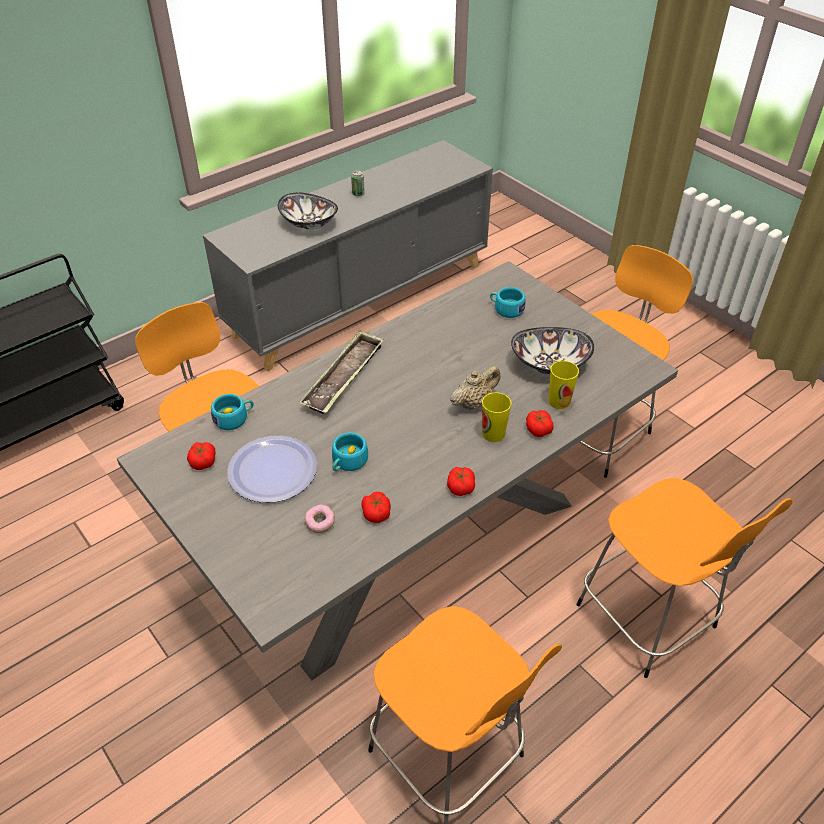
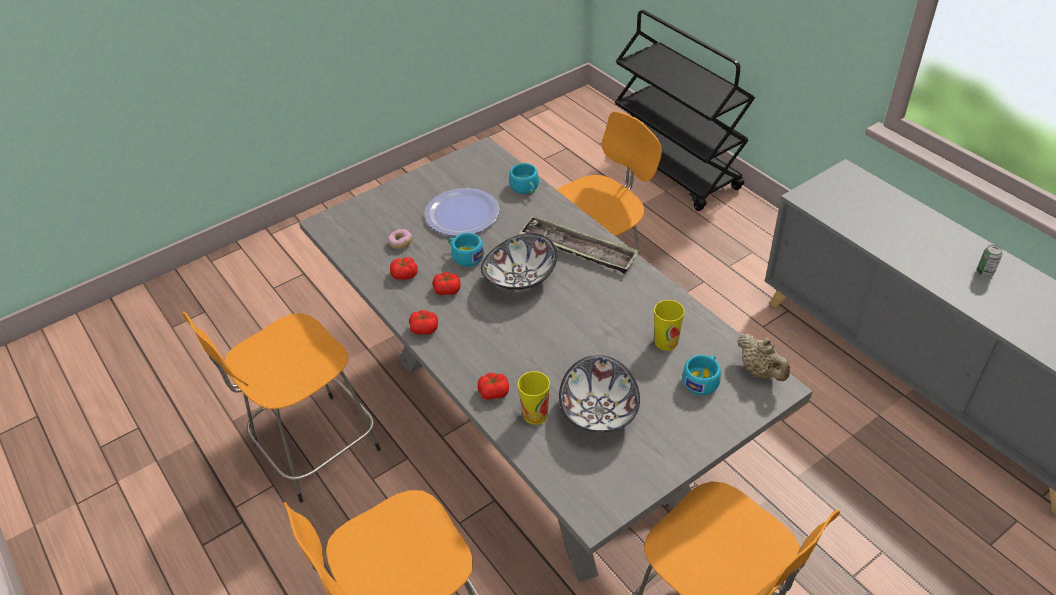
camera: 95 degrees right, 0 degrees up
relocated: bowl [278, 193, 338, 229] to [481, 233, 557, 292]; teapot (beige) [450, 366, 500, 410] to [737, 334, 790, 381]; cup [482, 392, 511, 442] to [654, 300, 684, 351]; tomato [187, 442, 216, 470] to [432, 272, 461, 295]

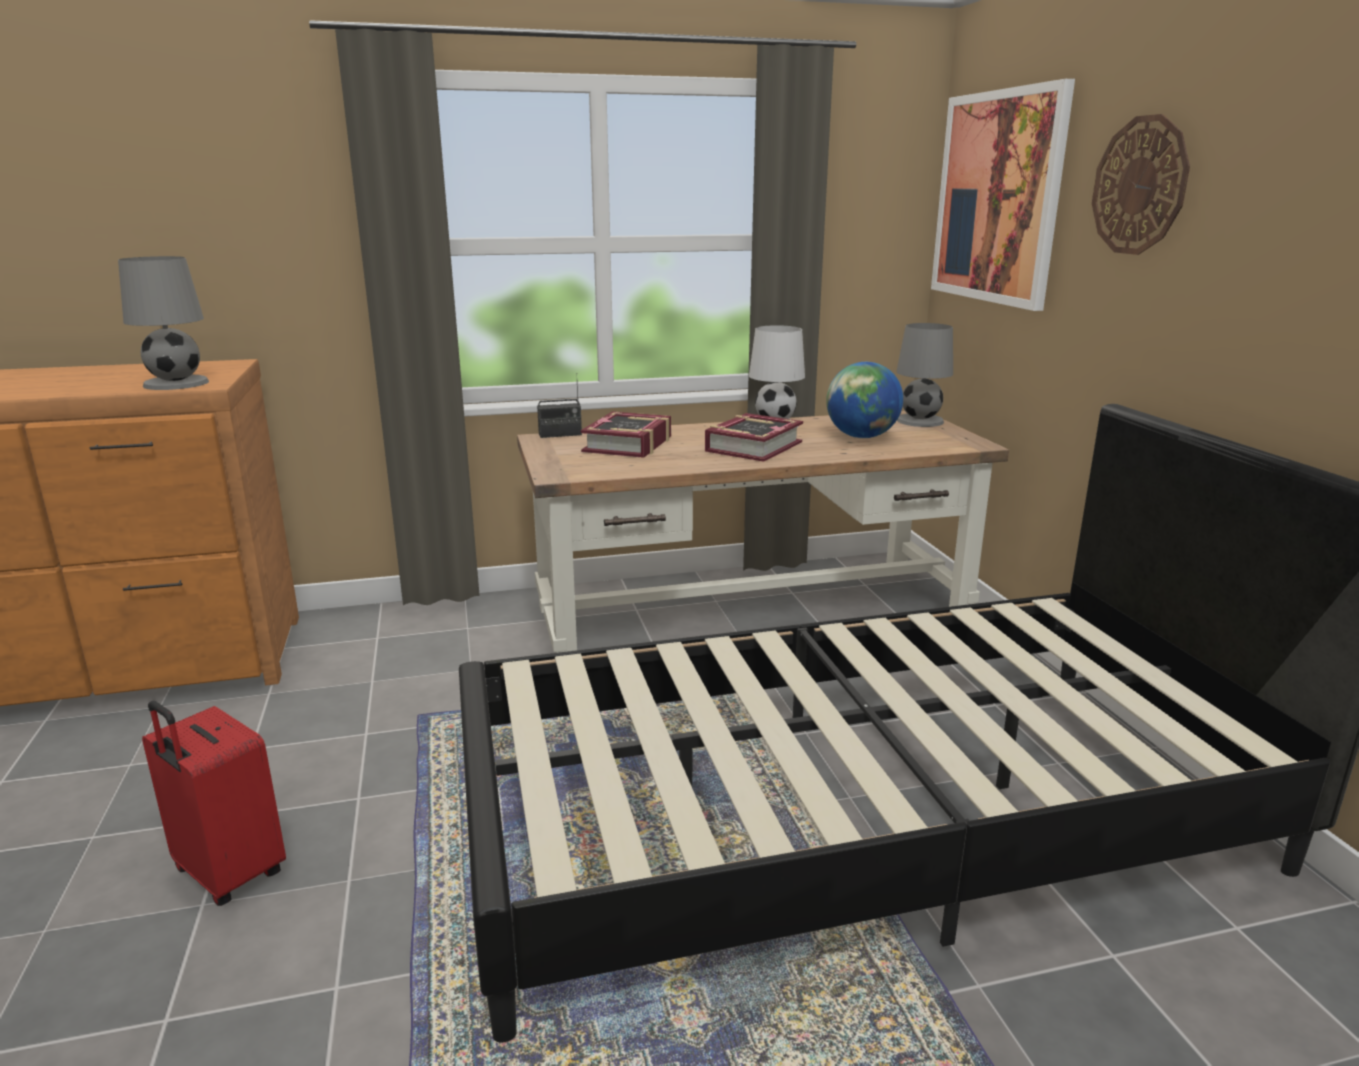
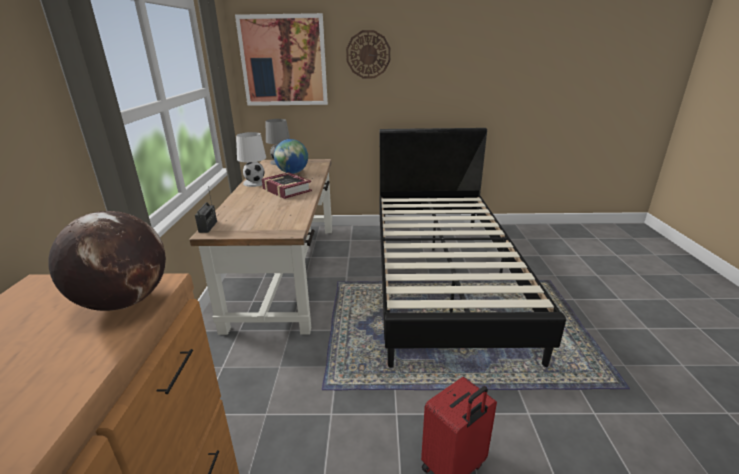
camera: 75 degrees left, 5 degrees up
missing: book [581, 411, 671, 458]
exchanged: table lamp (grey) [118, 256, 209, 390] to globe [48, 211, 166, 311]

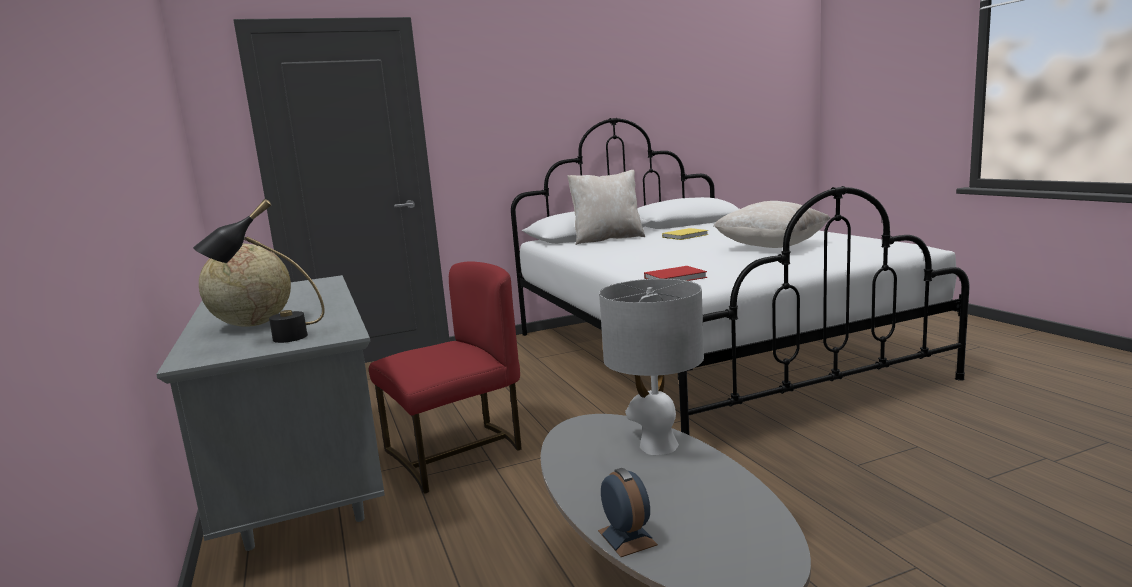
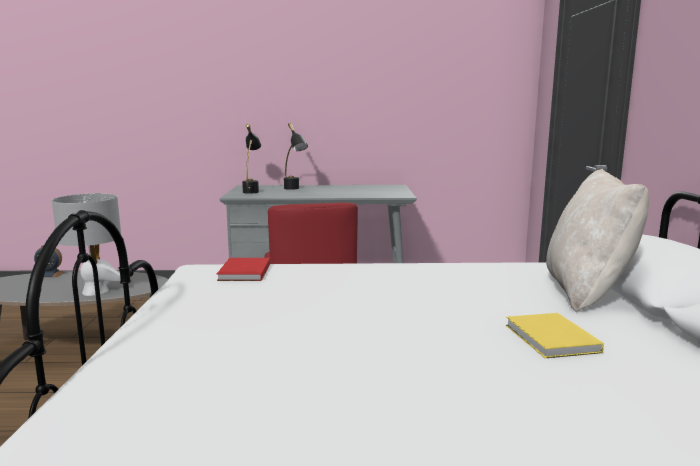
camera: 110 degrees right, 0 degrees up
missing: pillow (beige) [713, 201, 831, 248]
exchanged: globe [199, 244, 291, 327] to table lamp (black) [284, 123, 308, 190]

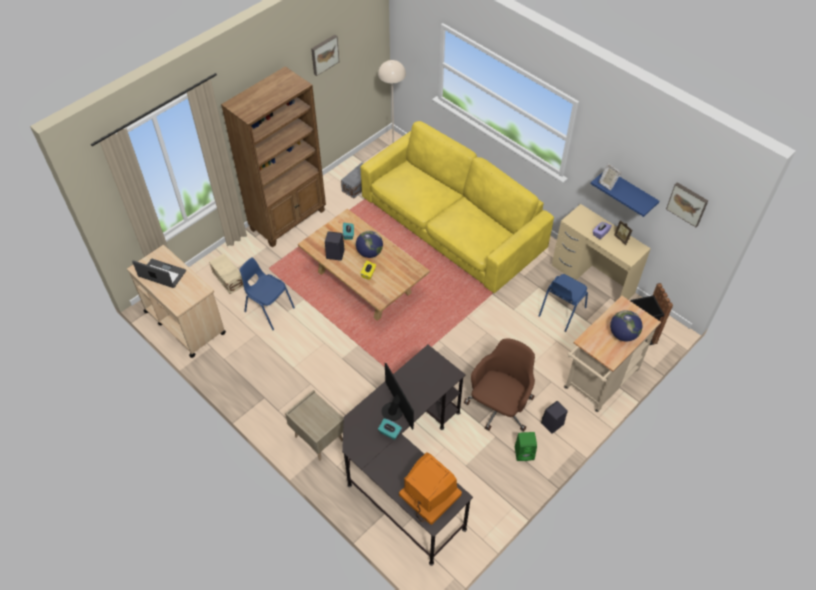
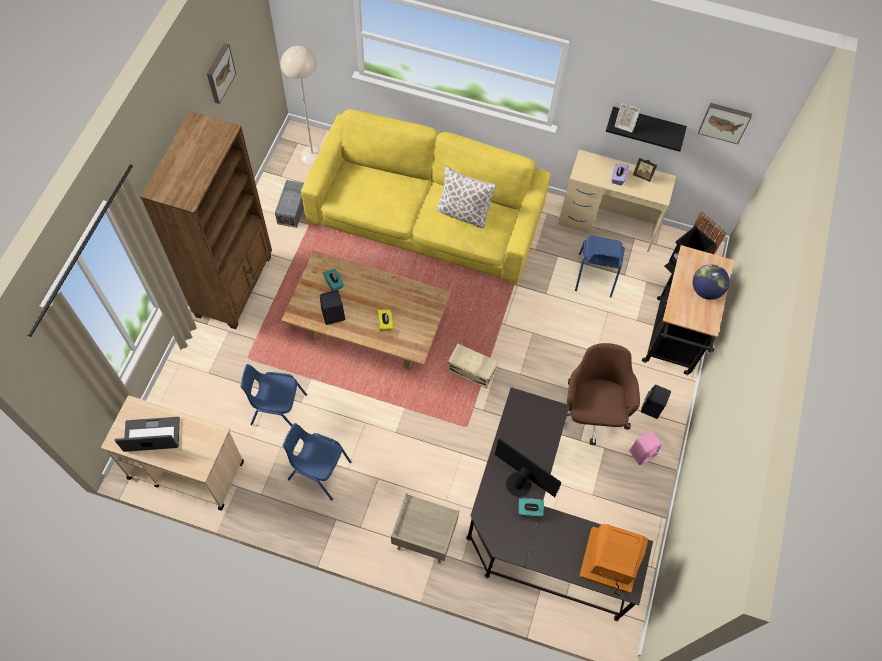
camera: 30 degrees left, 10 degrees up
missing: globe [356, 231, 383, 258]
appeared: pillow [436, 166, 496, 229]; chair (blue) [283, 423, 351, 500]
relocated: storage box (beige) [209, 254, 244, 294] to [447, 343, 498, 388]
colour: shelf (blue) [591, 172, 660, 217] to shelf (black) [606, 107, 687, 152]; cart (beige) [564, 296, 661, 412] to cart (black) [642, 245, 734, 375]; speaker (green) [515, 432, 537, 461] to speaker (pink) [629, 430, 662, 465]

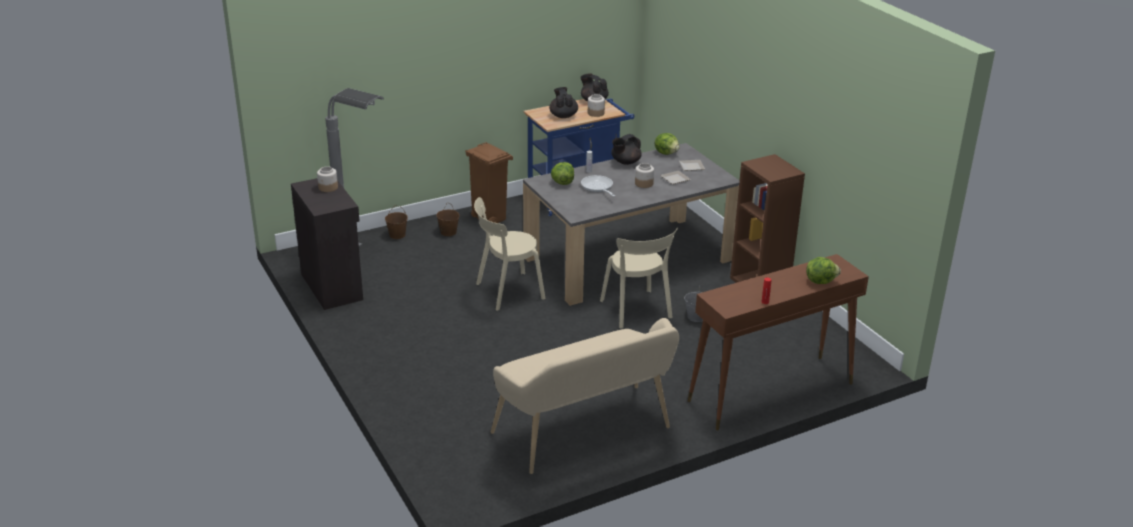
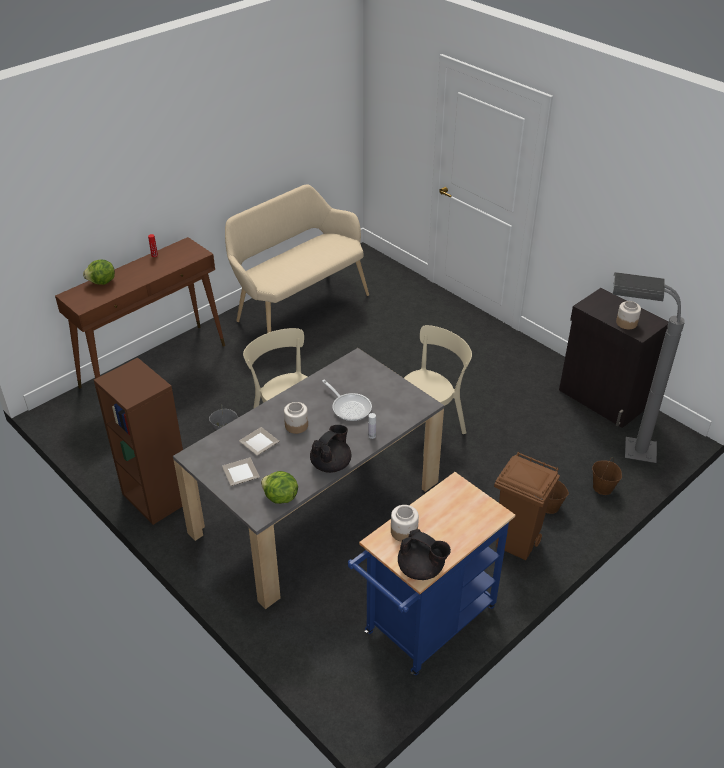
camera: 165 degrees right, 10 degrees up
missing: teapot (black) [549, 87, 578, 118]; lettuce [551, 162, 574, 185]

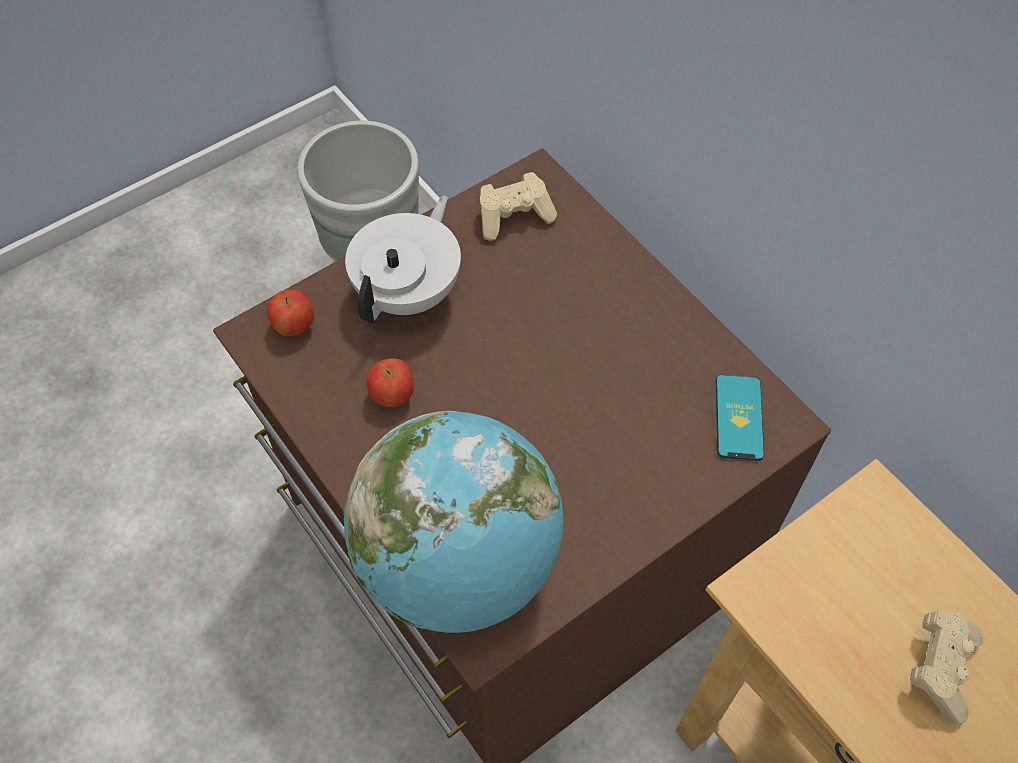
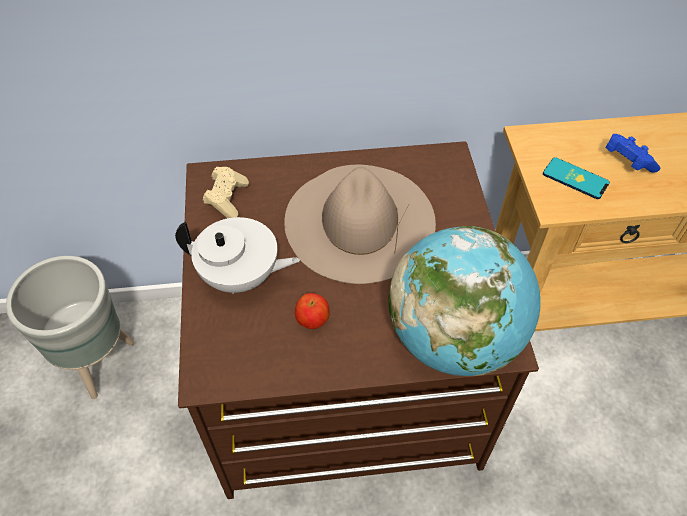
camera: 60 degrees left, 5 degrees down
missing: apple [267, 289, 314, 336]
appeared: hat (beige) [284, 165, 436, 284]
relocated: phone [716, 375, 764, 461] to [543, 157, 610, 199]
colour: game controller (beige) [910, 611, 983, 725] to game controller (blue) [606, 134, 660, 173]
spun: teapot (white) [345, 195, 461, 323] = [175, 217, 300, 294] 135 degrees clockwise

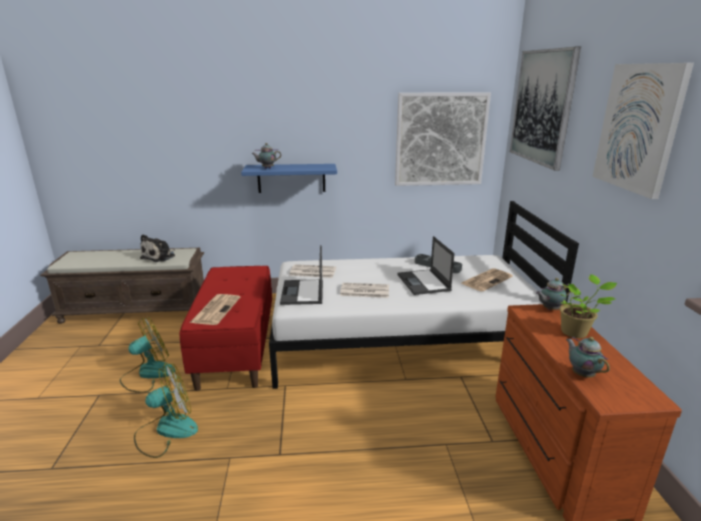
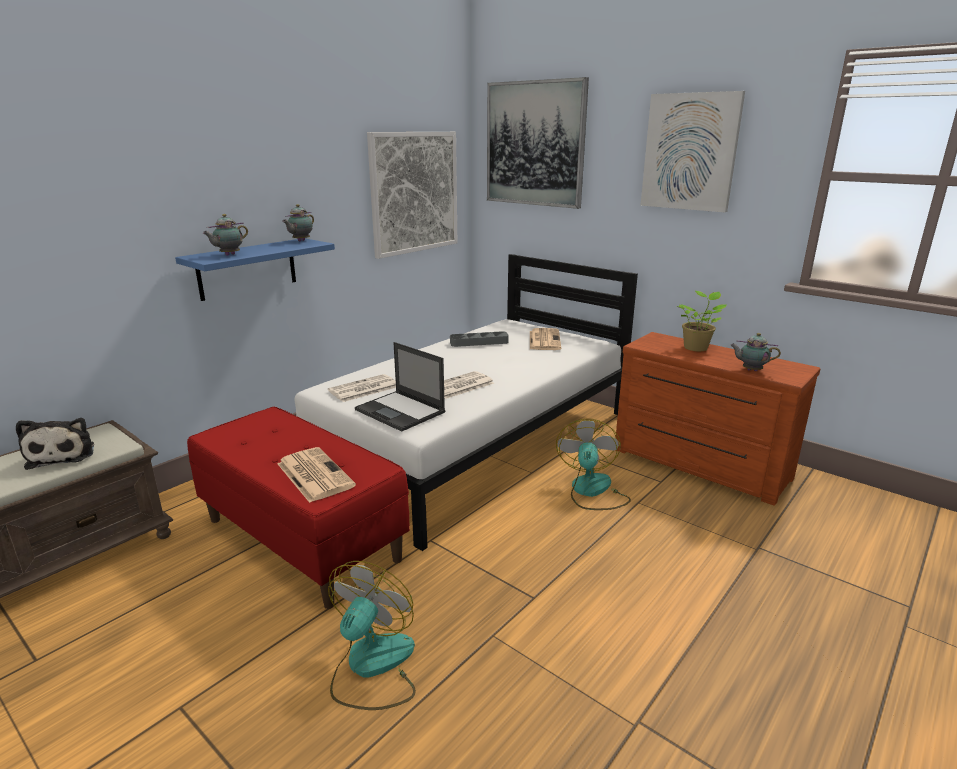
camera: 45 degrees left, 0 degrees up
missing: laptop [397, 236, 455, 295]
relocated: teapot [536, 278, 571, 310] to [282, 204, 314, 241]; fan [120, 317, 176, 393] to [556, 419, 631, 510]

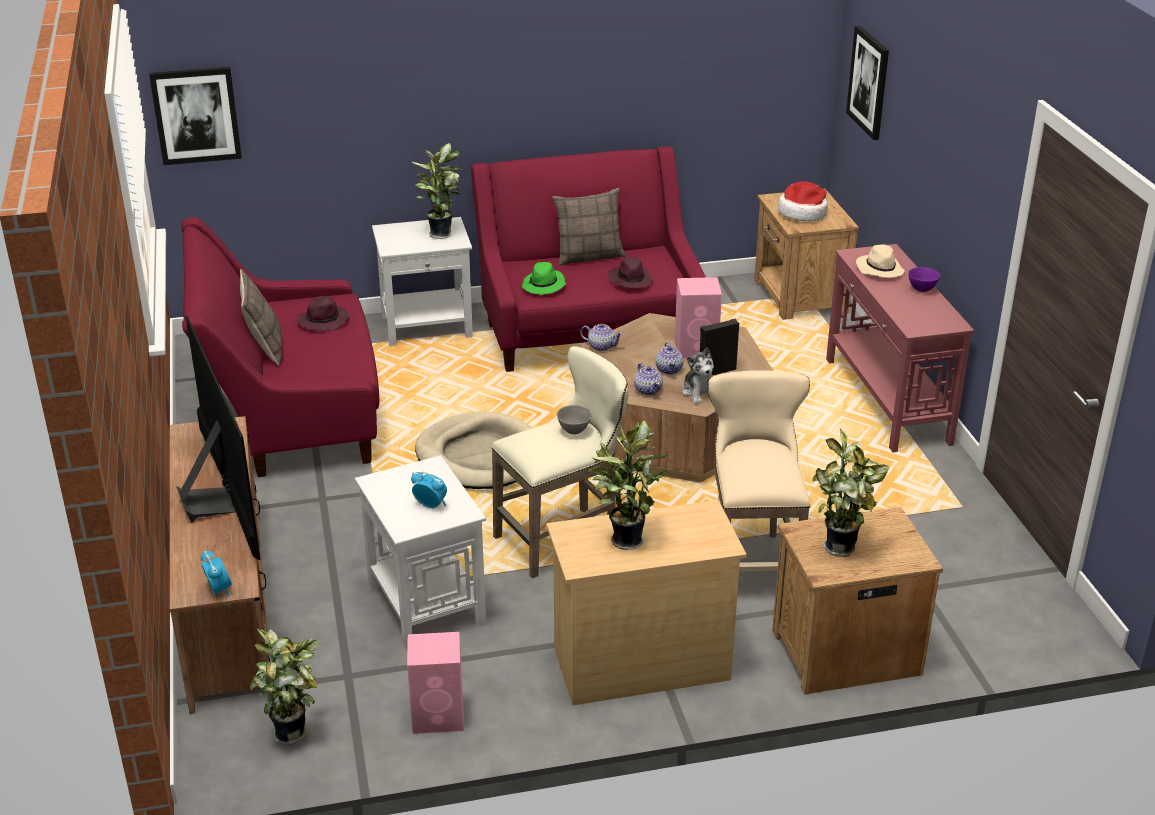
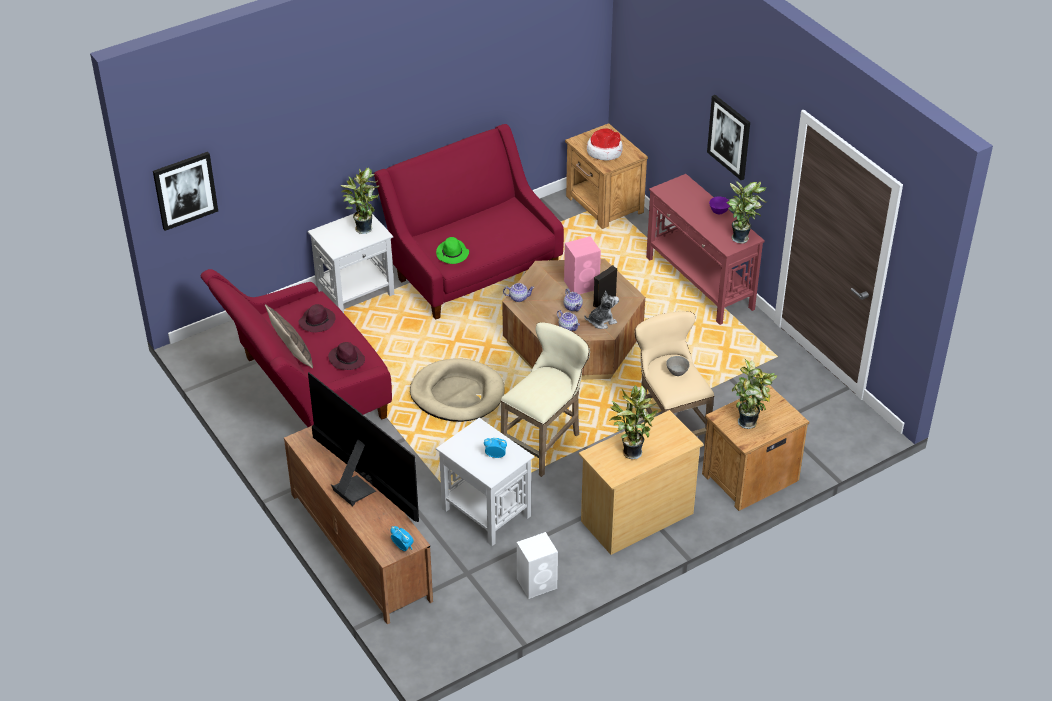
camera: 20 degrees left, 10 degrees up
missing: pillow [552, 188, 626, 266]; hat (beige) [856, 245, 905, 278]
relocated: picture [846, 26, 889, 140] to [707, 95, 750, 180]; hat (purple) [608, 257, 653, 288] to [328, 342, 365, 370]; bowl (grey) [557, 405, 591, 435] to [666, 356, 690, 376]; potted plant [250, 628, 318, 745] to [727, 182, 766, 244]
colour: speaker (pink) [407, 632, 464, 734] to speaker (white) [517, 532, 558, 599]
spun: plush toy [682, 347, 714, 404] = [584, 291, 619, 329] 75 degrees counterclockwise

